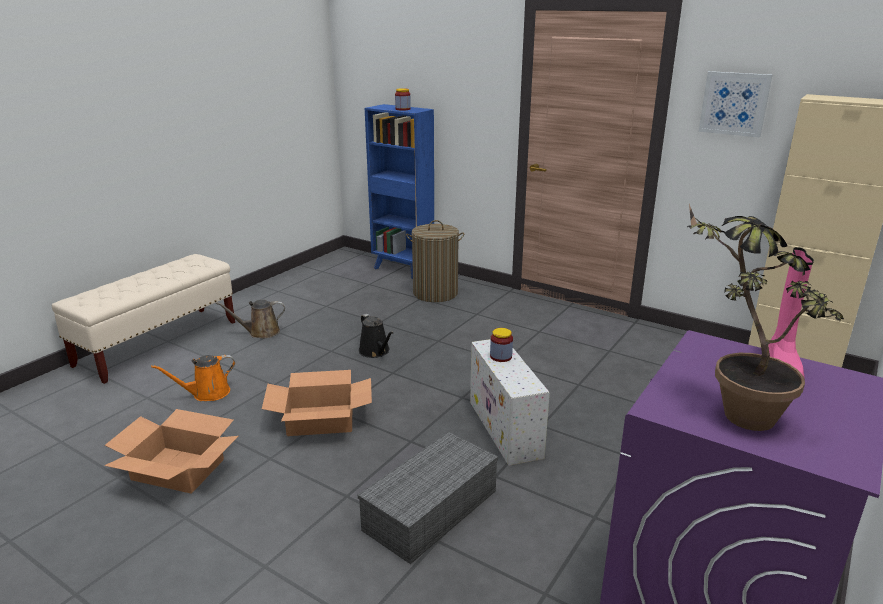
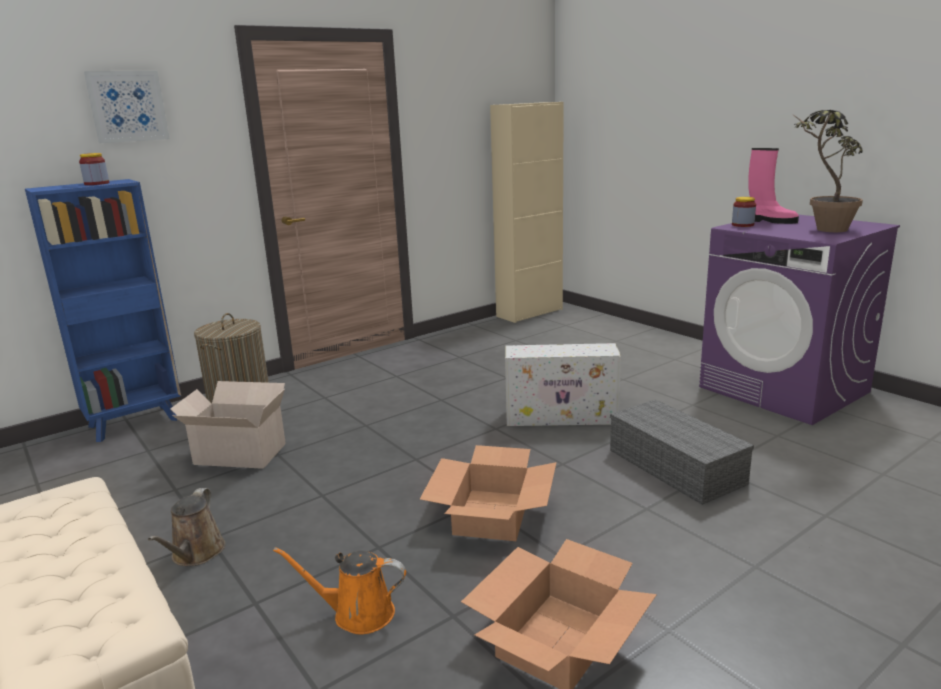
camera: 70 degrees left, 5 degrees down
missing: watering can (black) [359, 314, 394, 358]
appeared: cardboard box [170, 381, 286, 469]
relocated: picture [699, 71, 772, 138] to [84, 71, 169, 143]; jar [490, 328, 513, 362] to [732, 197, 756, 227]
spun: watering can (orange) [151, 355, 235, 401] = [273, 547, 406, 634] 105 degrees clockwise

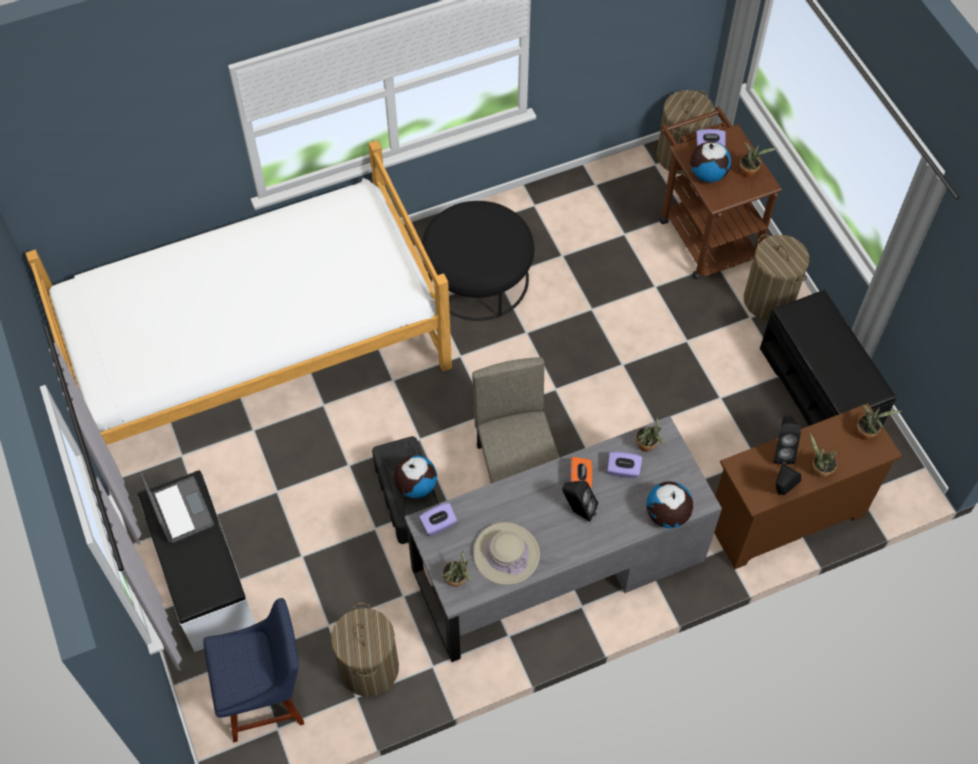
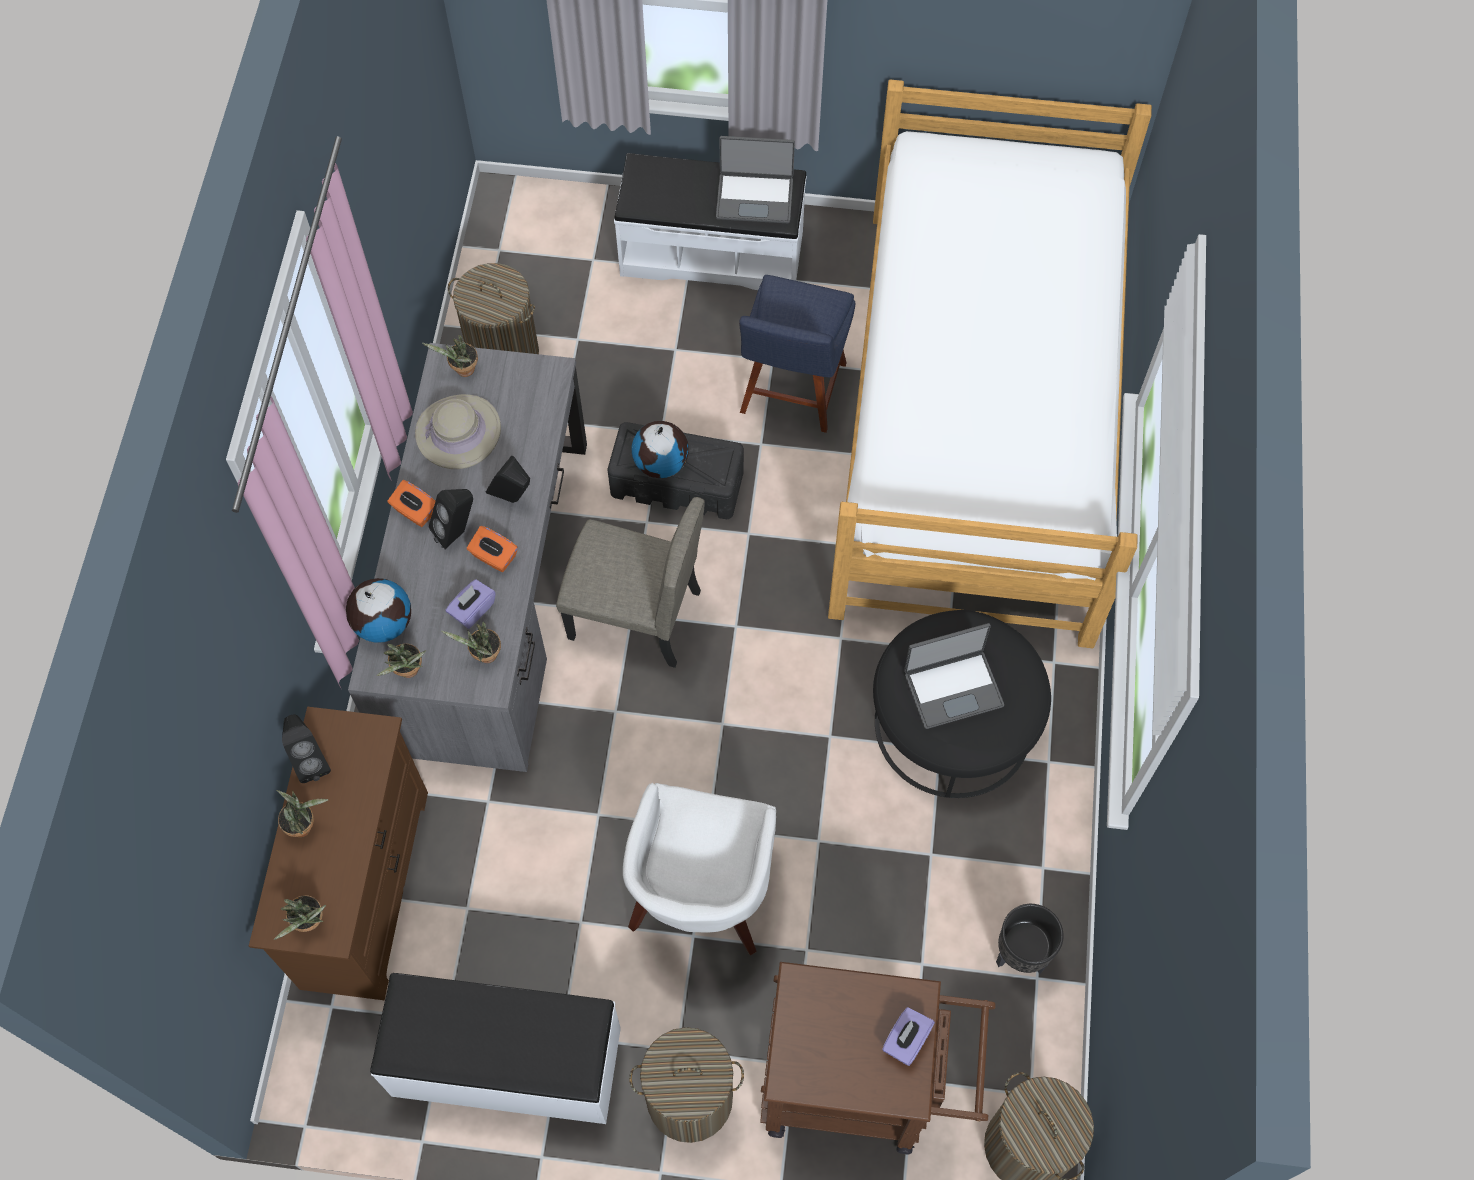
camera: 120 degrees right, 5 degrees up
missing: globe [690, 141, 731, 182]; tissue box (purple) [419, 503, 457, 536]
appeared: tissue box (orange) [388, 480, 435, 527]; laptop [904, 623, 1004, 729]; armchair (white) [623, 783, 776, 955]; planter (black) [996, 904, 1064, 974]
relocated: potted plant [740, 142, 778, 178] to [376, 644, 426, 678]; speaker (black) [773, 416, 801, 465] to [486, 456, 530, 503]; chair (blue) [203, 598, 304, 743] to [739, 275, 855, 433]
colour: bench (black) [760, 290, 896, 426] to bench (white) [370, 973, 621, 1124]

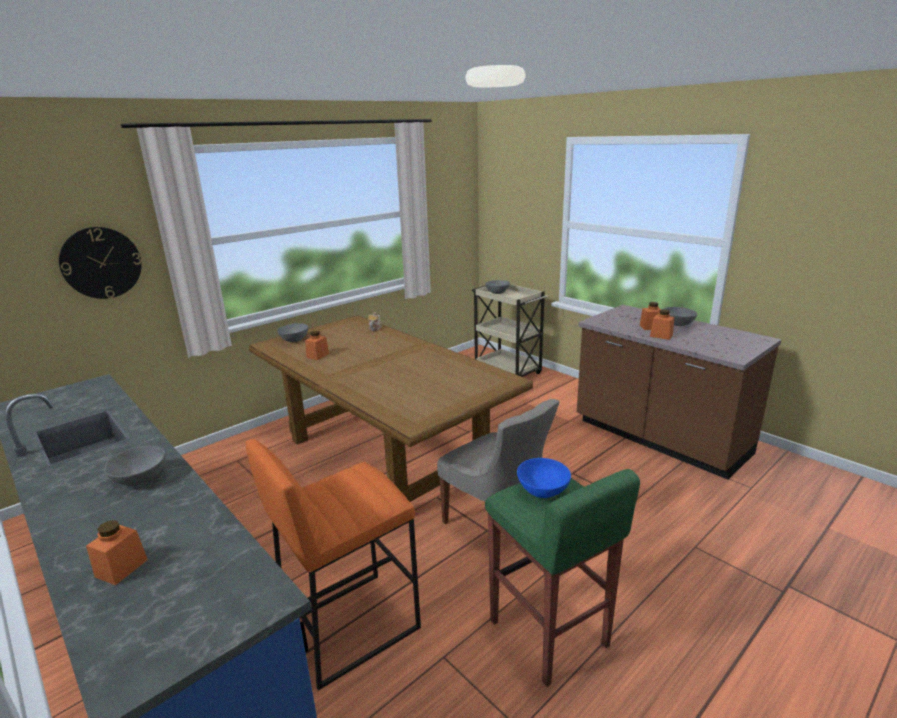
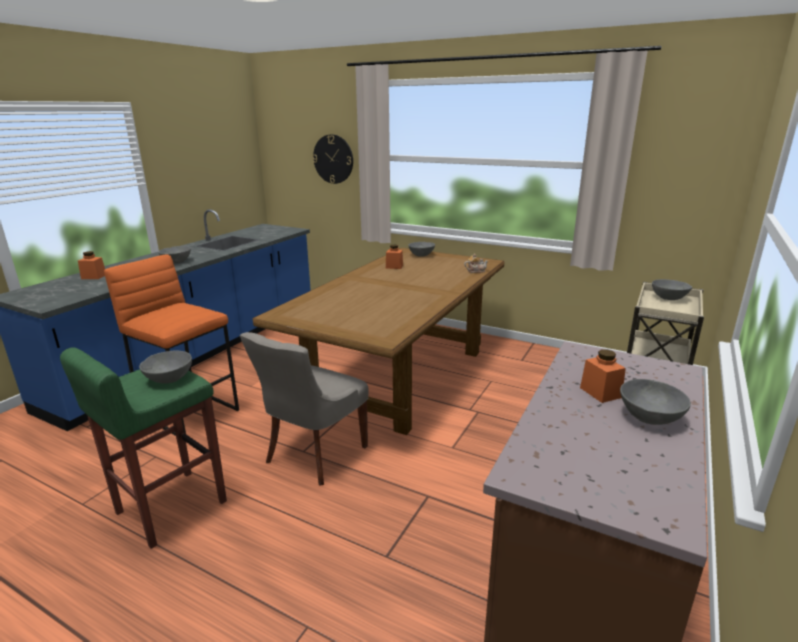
camera: 70 degrees right, 0 degrees up
missing: jar (orange) [650, 310, 674, 340]
colour: bowl (blue) [517, 458, 571, 498] to bowl (grey) [139, 351, 192, 384]

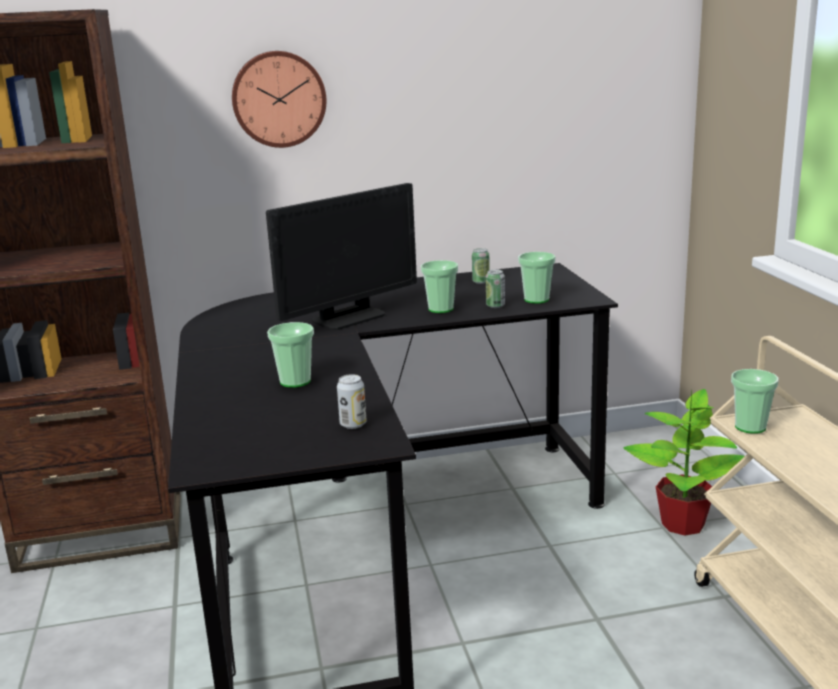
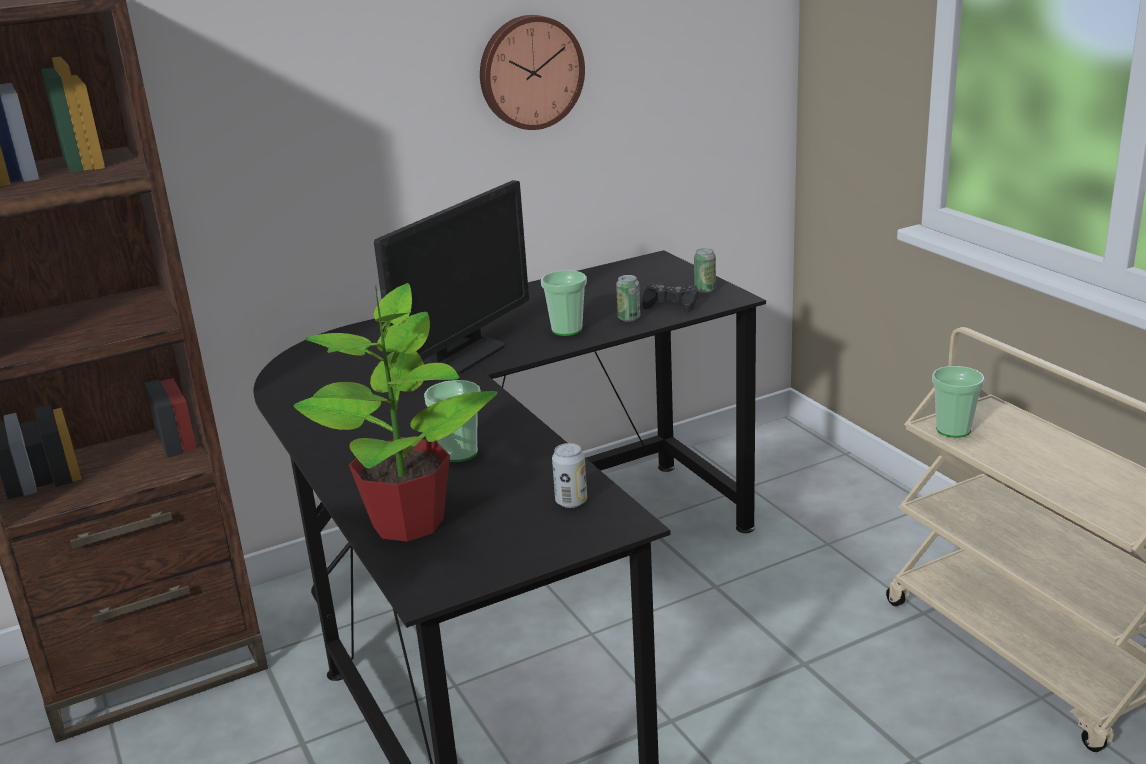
camera: 15 degrees left, 5 degrees up
relocated: wall clock [232, 51, 326, 148] to [480, 15, 585, 130]; can [472, 248, 490, 284] to [694, 248, 716, 293]; potted plant [624, 389, 745, 536] to [293, 283, 498, 542]
exchanged: cup [518, 252, 555, 304] to game controller (black) [642, 282, 698, 313]

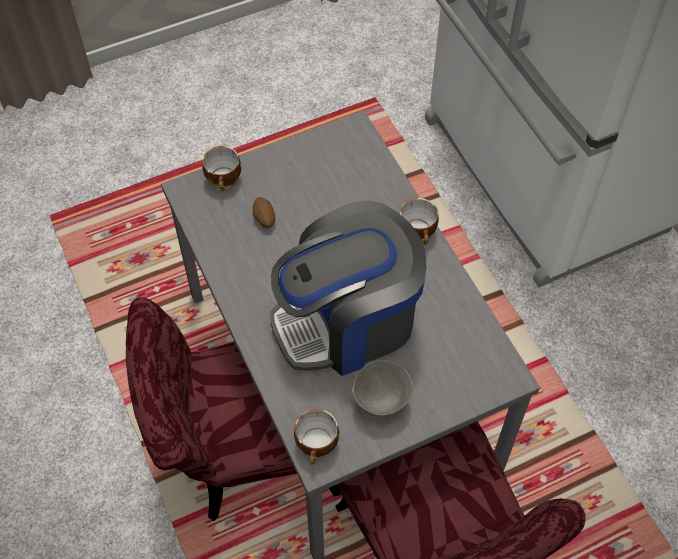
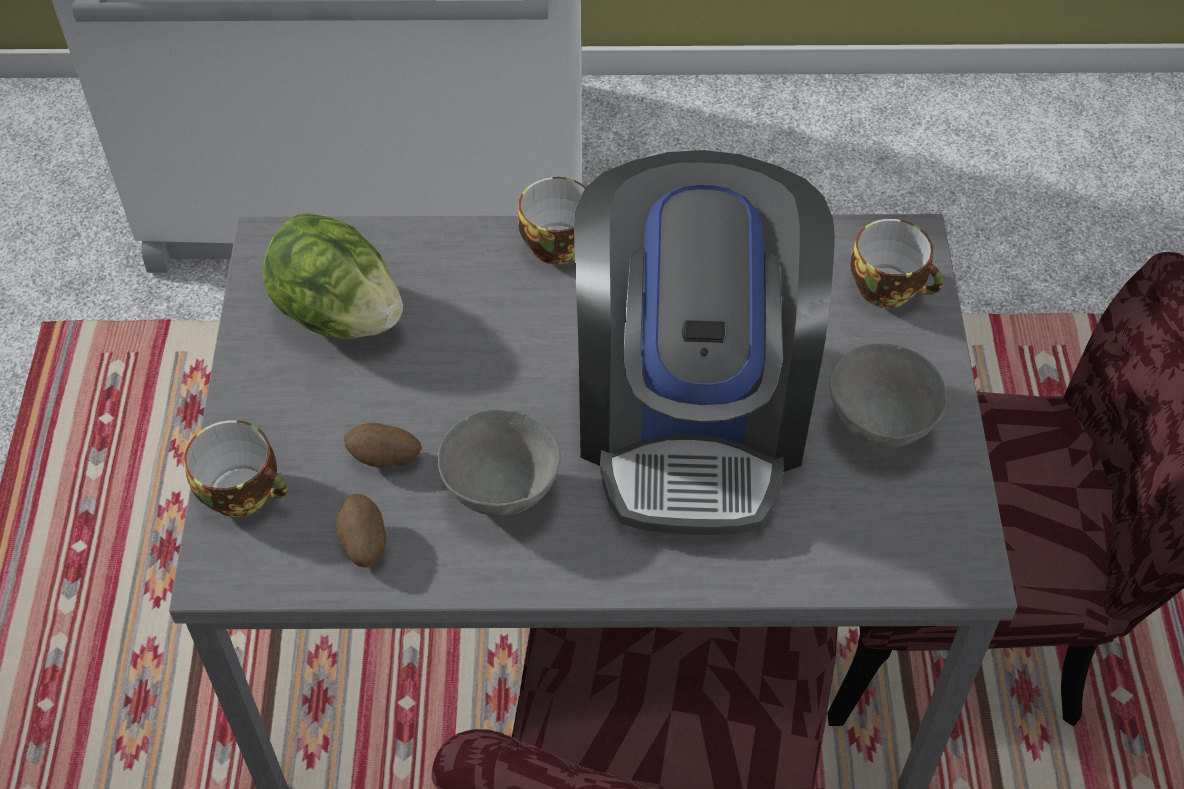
camera: 65 degrees left, 5 degrees down
appeared: lettuce [263, 213, 403, 339]; bowl (grey) [438, 409, 560, 516]; potato [336, 494, 386, 568]
relocated: cup [294, 409, 339, 465] to [850, 219, 943, 308]

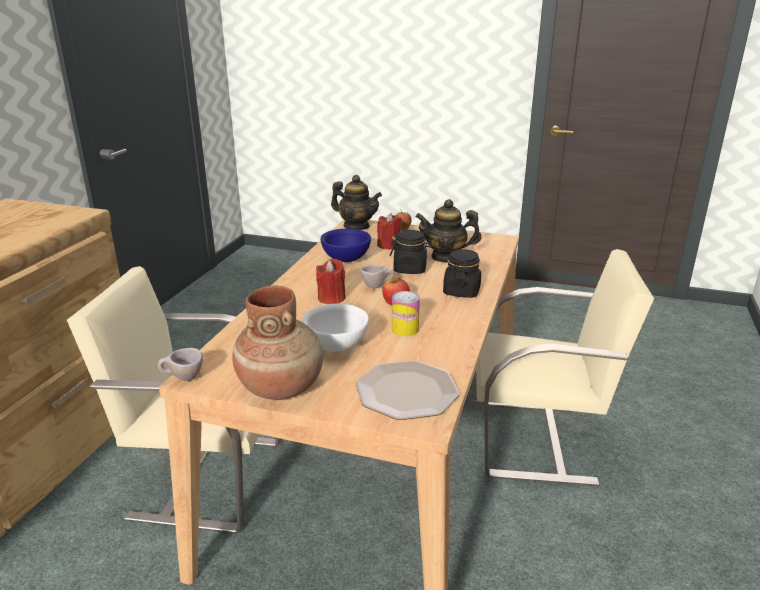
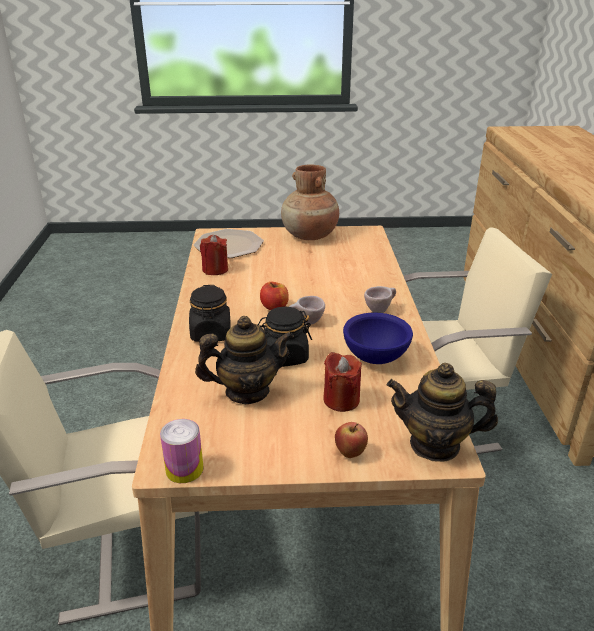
camera: 160 degrees right, 5 degrees up
missing: bowl (white) [302, 304, 369, 352]
relocated: candle (red) [316, 259, 346, 304] to [200, 235, 228, 275]; can [392, 291, 420, 336] to [160, 419, 203, 483]; cup (beige) [158, 348, 203, 381] to [364, 286, 396, 313]

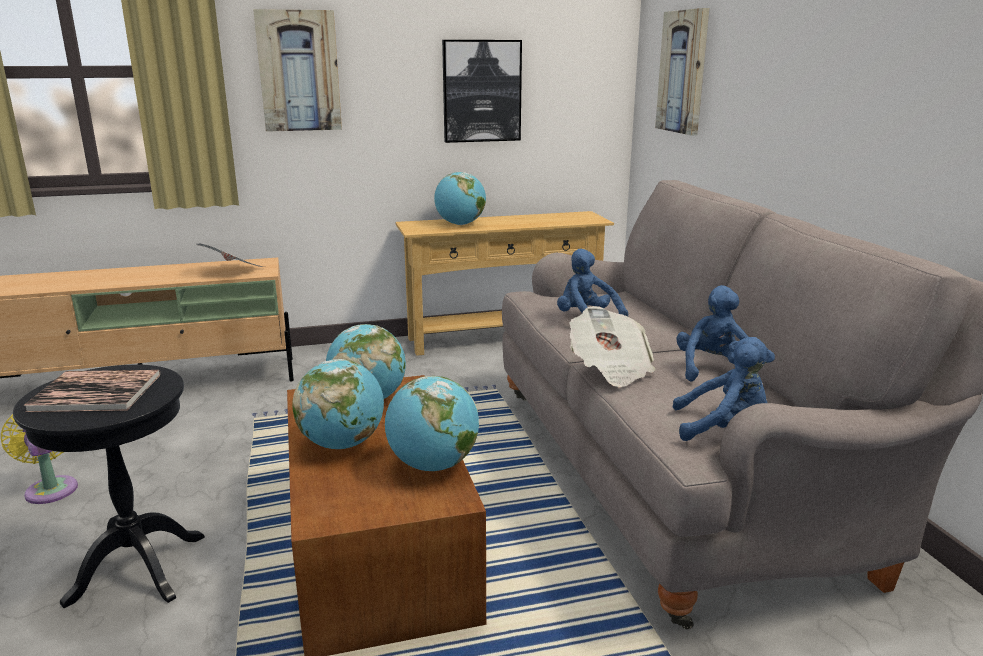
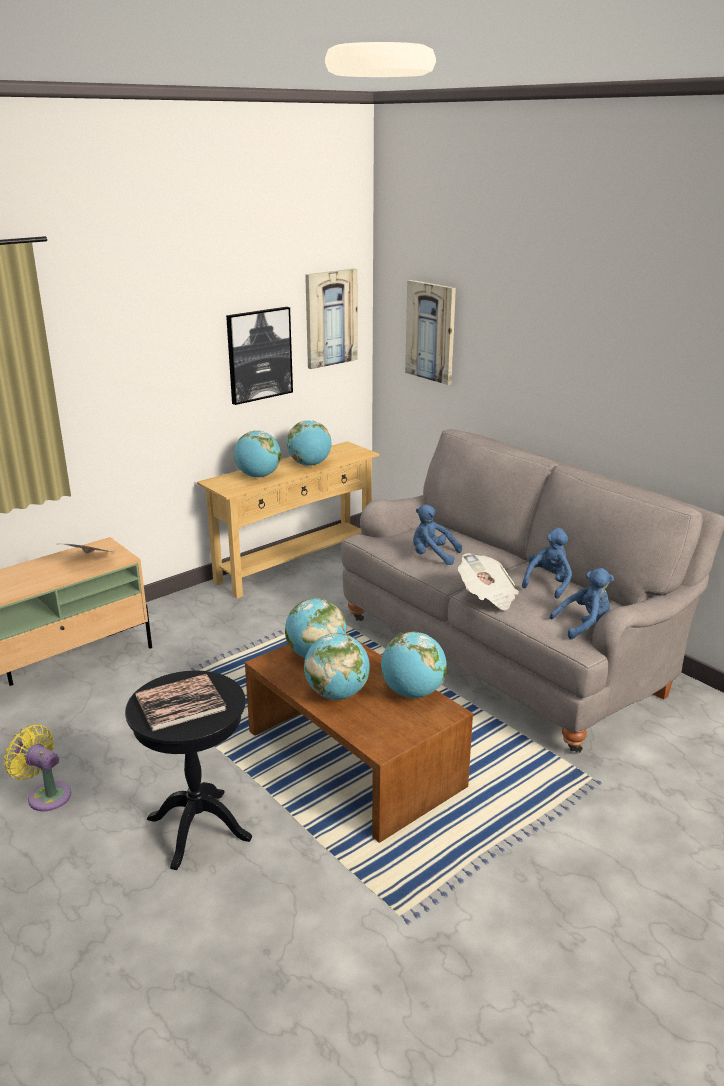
camera: 25 degrees left, 5 degrees up
appeared: globe [287, 420, 331, 466]
relocated: picture [253, 9, 342, 132] to [305, 269, 358, 369]
spun: plush toy (blue) [676, 285, 748, 382] = [522, 528, 572, 599] 45 degrees clockwise

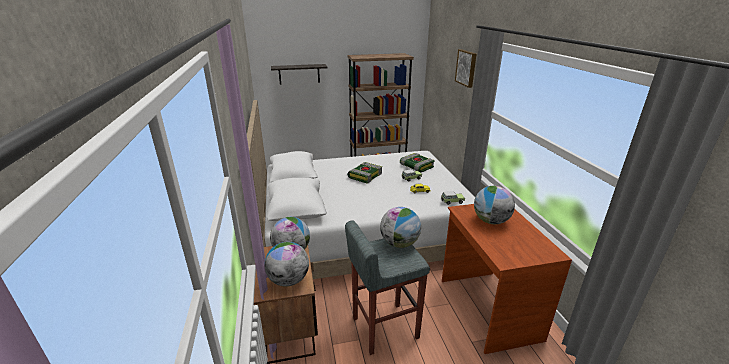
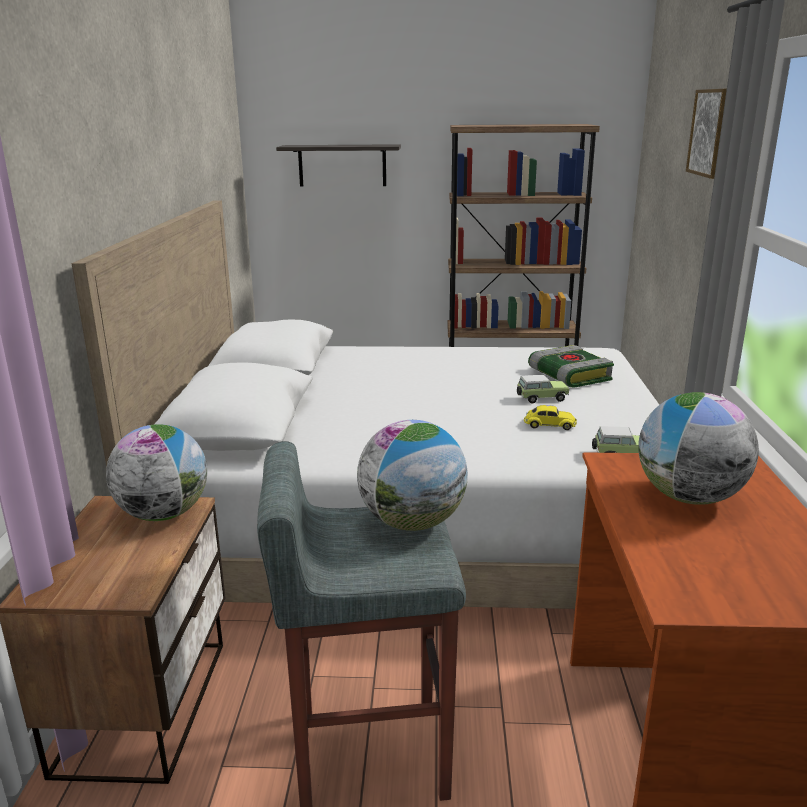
camera: 15 degrees right, 5 degrees down
missing: book [347, 162, 382, 183]; globe [264, 242, 309, 287]

